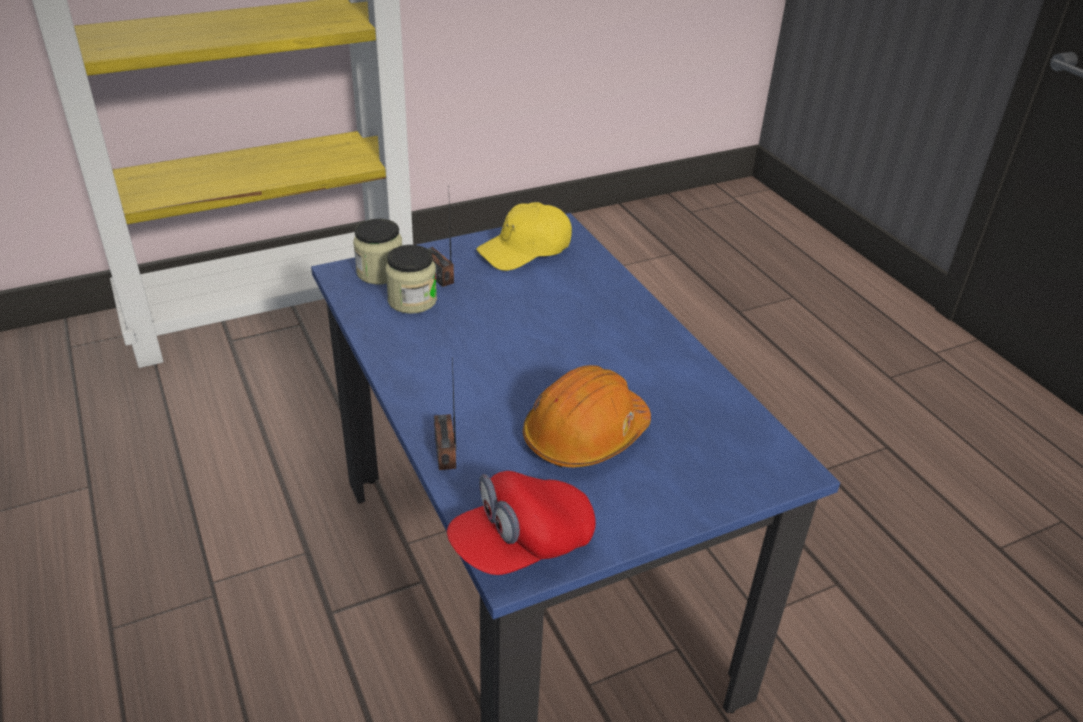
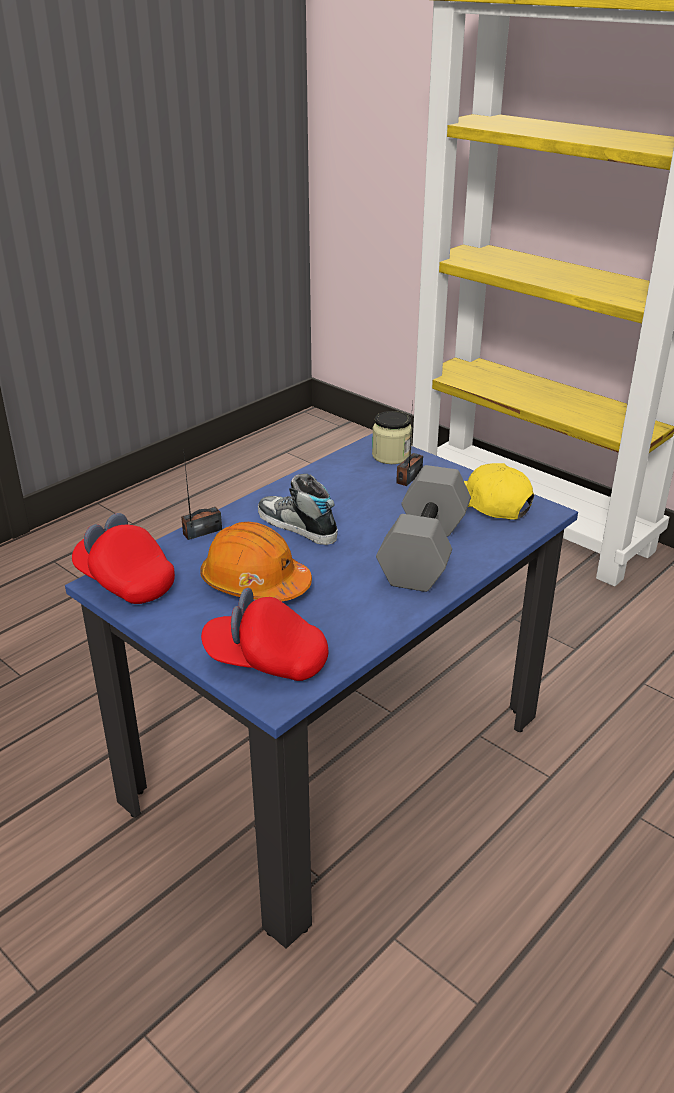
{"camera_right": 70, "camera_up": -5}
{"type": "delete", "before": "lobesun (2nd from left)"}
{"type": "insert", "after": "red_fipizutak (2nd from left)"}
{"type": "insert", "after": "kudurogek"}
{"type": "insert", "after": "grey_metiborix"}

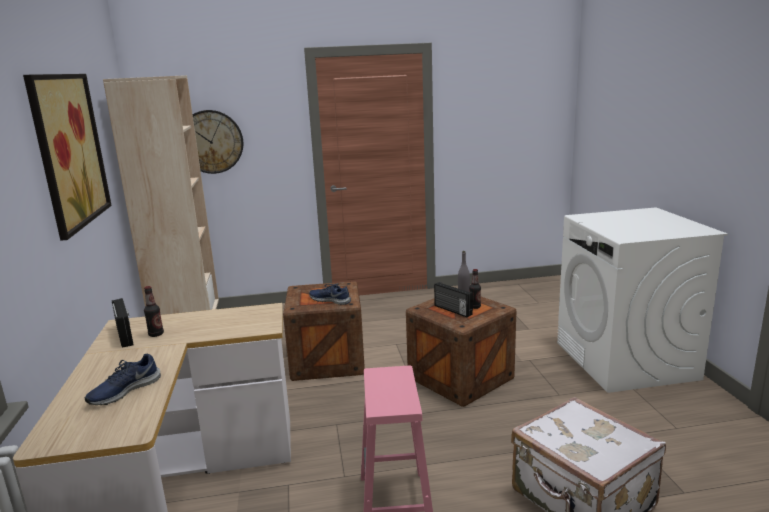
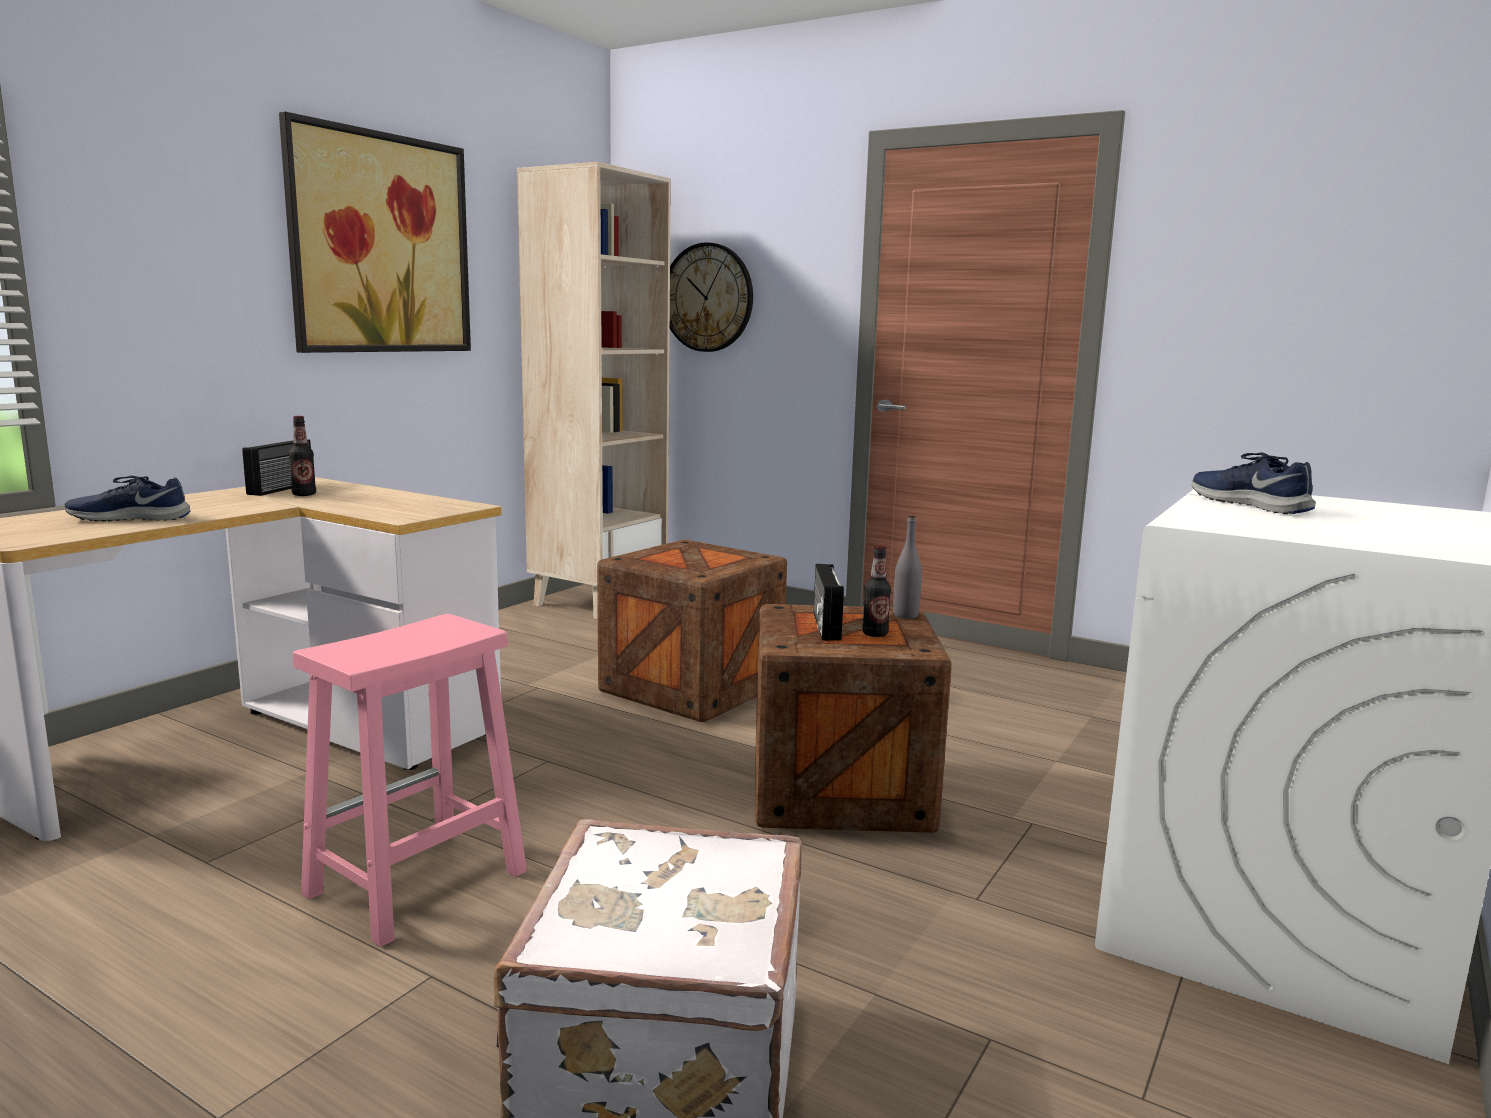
{"camera_right": 40, "camera_up": -5}
{"type": "move", "before": "blue_kudurogek (2nd from left)"}

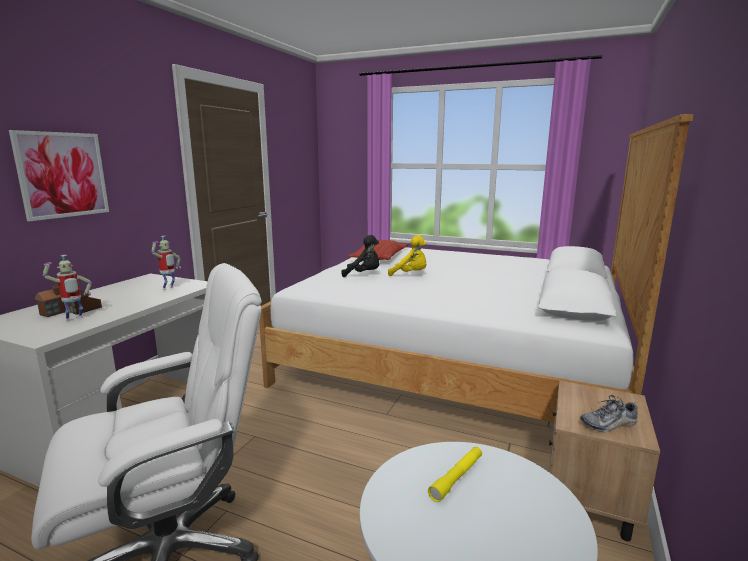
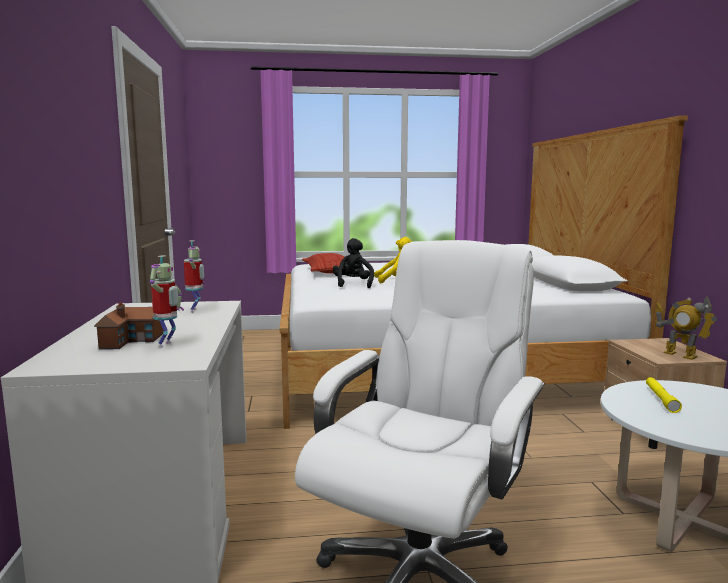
{"camera_right": -30, "camera_up": -5}
{"type": "delete", "before": "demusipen"}
{"type": "rotate", "before": "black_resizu", "turn": -75}
{"type": "replace", "before": "kudurogek", "after": "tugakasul (3rd from left)"}

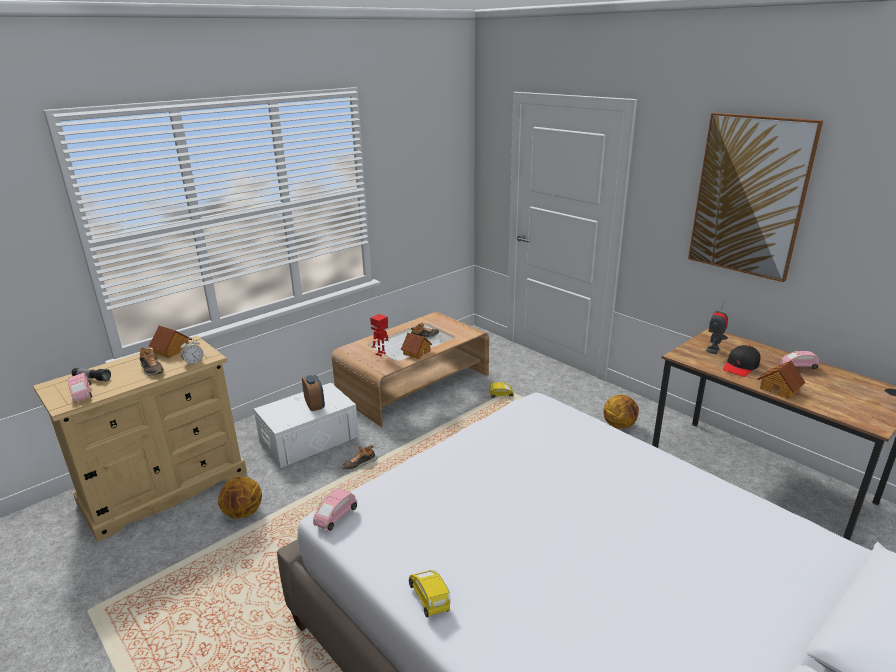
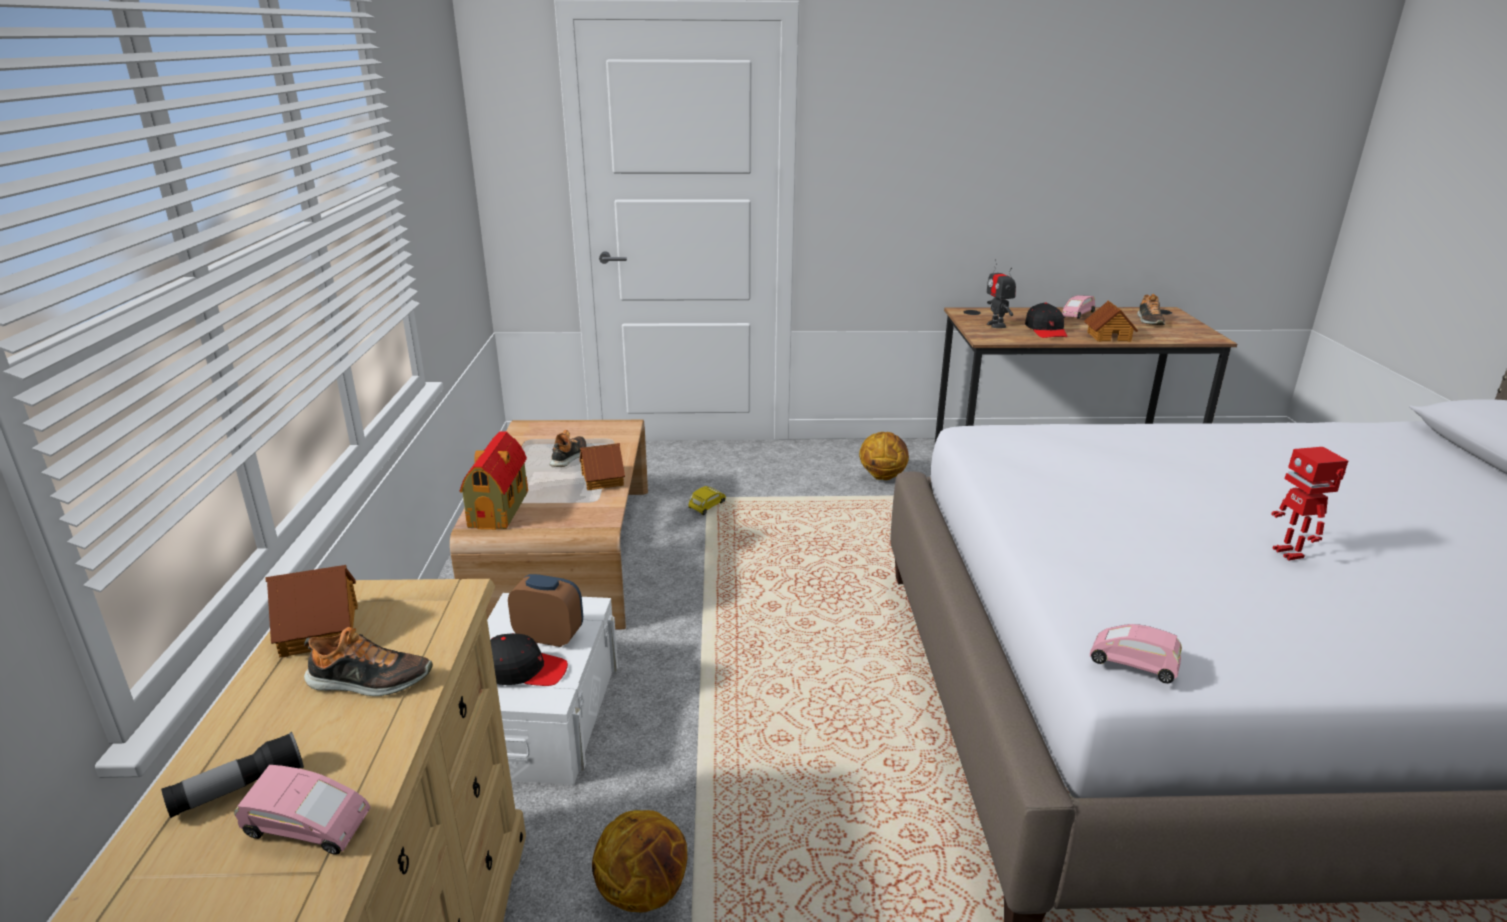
{"camera_right": -50, "camera_up": 0}
{"type": "delete", "before": "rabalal (1st from left)"}
{"type": "rotate", "before": "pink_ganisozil (2nd from left in the first image)", "turn": 135}
{"type": "move", "before": "kudurogek (2nd from left in the first image)", "after": "kudurogek (3rd from left)"}
{"type": "move", "before": "tugakasul (1st from left in the first image)", "after": "tugakasul (2nd from left)"}
{"type": "delete", "before": "yellow_ganisozil (1st from left)"}
{"type": "delete", "before": "demusipen"}
{"type": "insert", "after": "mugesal (2nd from left)"}
{"type": "insert", "after": "black_fipizutak (1st from left)"}

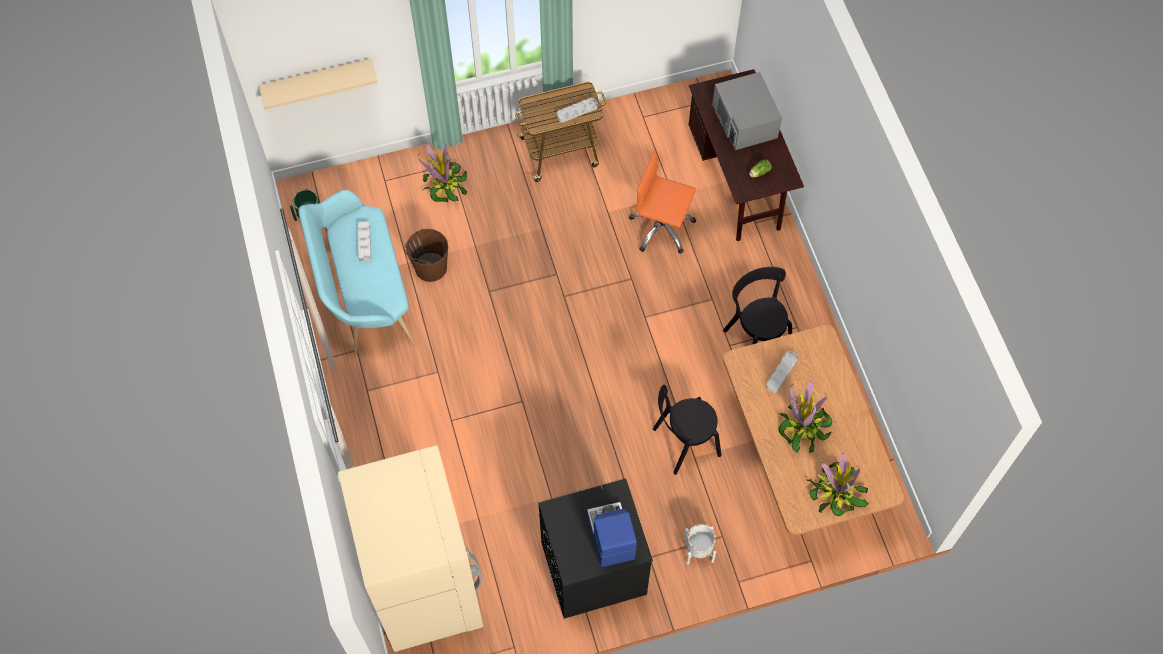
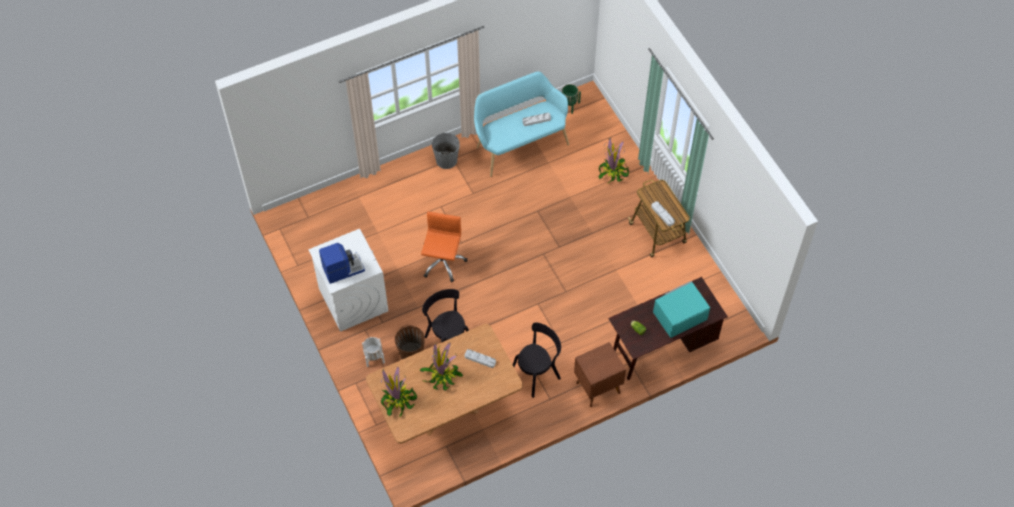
{"camera_right": 80, "camera_up": -5}
{"type": "delete", "before": "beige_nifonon"}
{"type": "delete", "before": "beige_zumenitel"}
{"type": "move", "before": "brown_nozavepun"}
{"type": "recolor", "before": "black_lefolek", "after": "white_lefolek"}
{"type": "move", "before": "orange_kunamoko"}
{"type": "recolor", "before": "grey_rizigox", "after": "turquoise_rizigox"}
{"type": "insert", "after": "grey_nozavepun"}
{"type": "insert", "after": "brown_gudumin"}

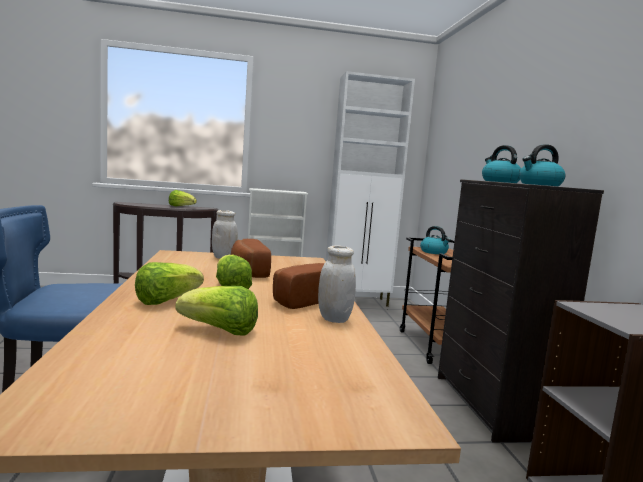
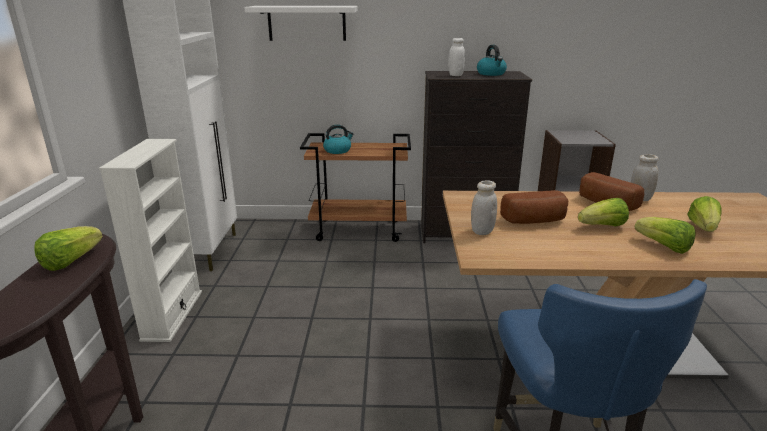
{"camera_right": -80, "camera_up": 15}
{"type": "replace", "before": "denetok (2nd from left)", "after": "white_lobesun (1st from left)"}
{"type": "insert", "after": "white_nifonon"}

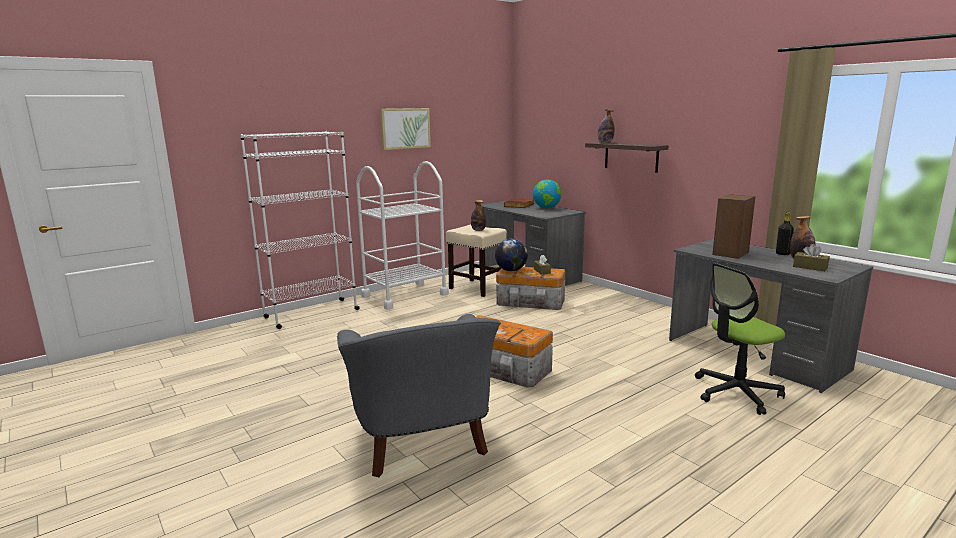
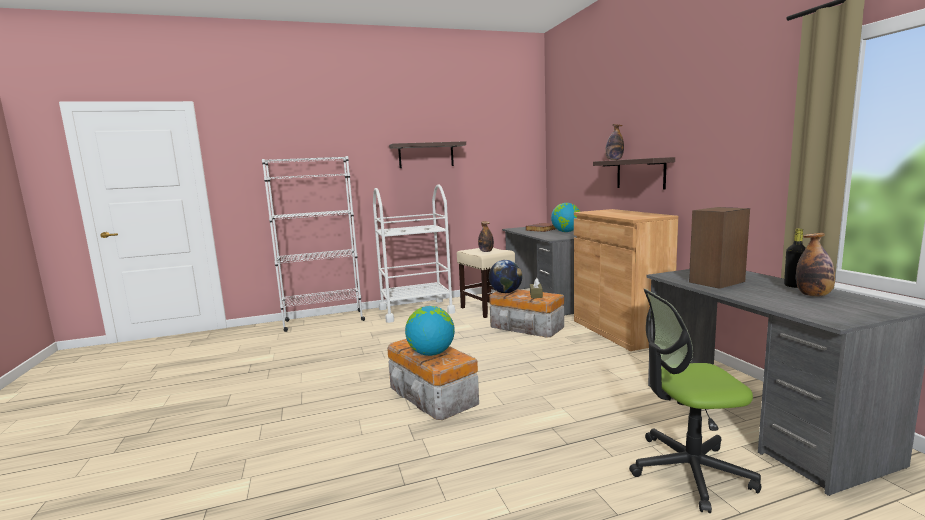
{"camera_right": 20, "camera_up": -5}
{"type": "delete", "before": "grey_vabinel"}
{"type": "replace", "before": "demusipen", "after": "nifonon (1st from left)"}
{"type": "delete", "before": "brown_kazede (2nd from left)"}
{"type": "insert", "after": "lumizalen (1st from left)"}
{"type": "insert", "after": "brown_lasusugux"}

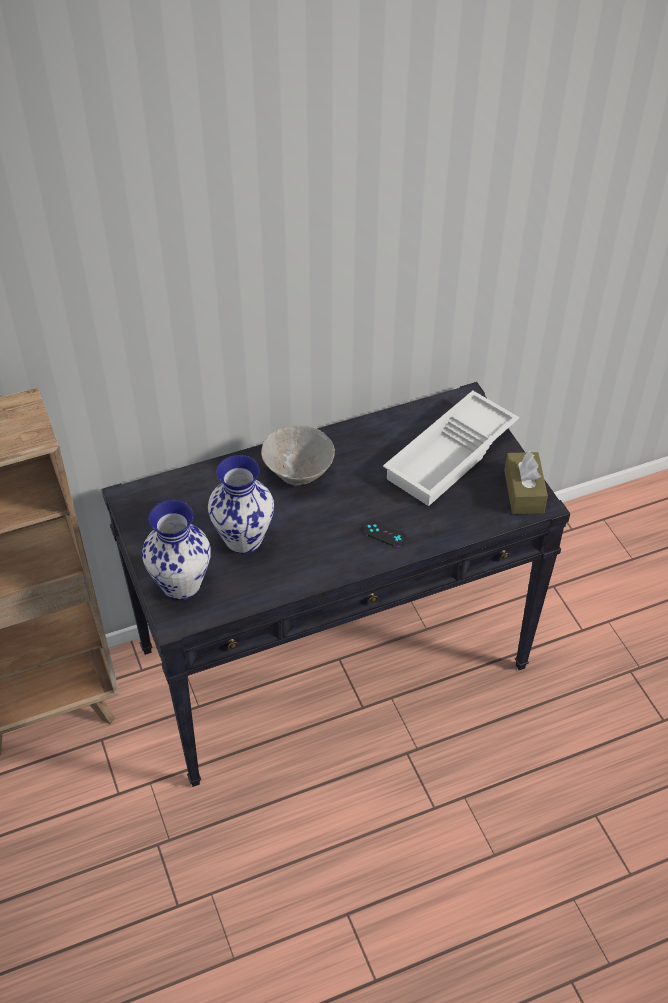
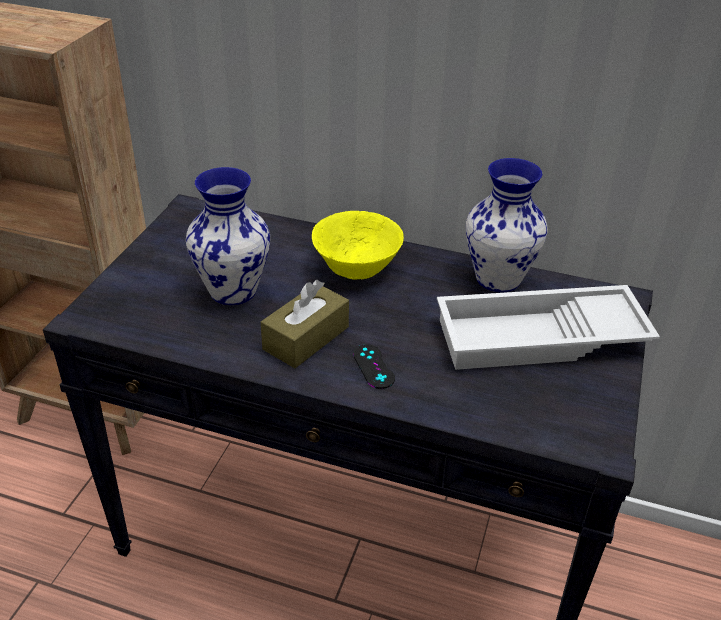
{"camera_right": 40, "camera_up": -10}
{"type": "move", "before": "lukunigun (1st from left in the first image)", "after": "lukunigun (2nd from left)"}
{"type": "recolor", "before": "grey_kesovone", "after": "yellow_kesovone"}
{"type": "move", "before": "brown_kazede"}

